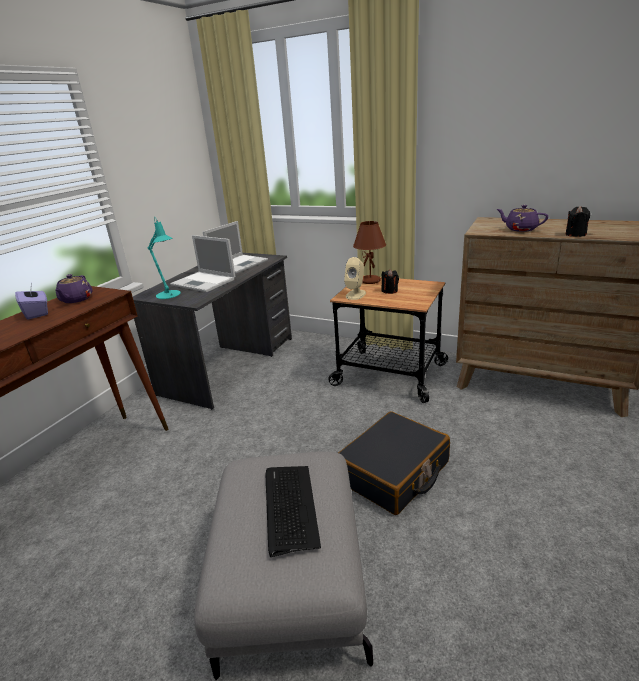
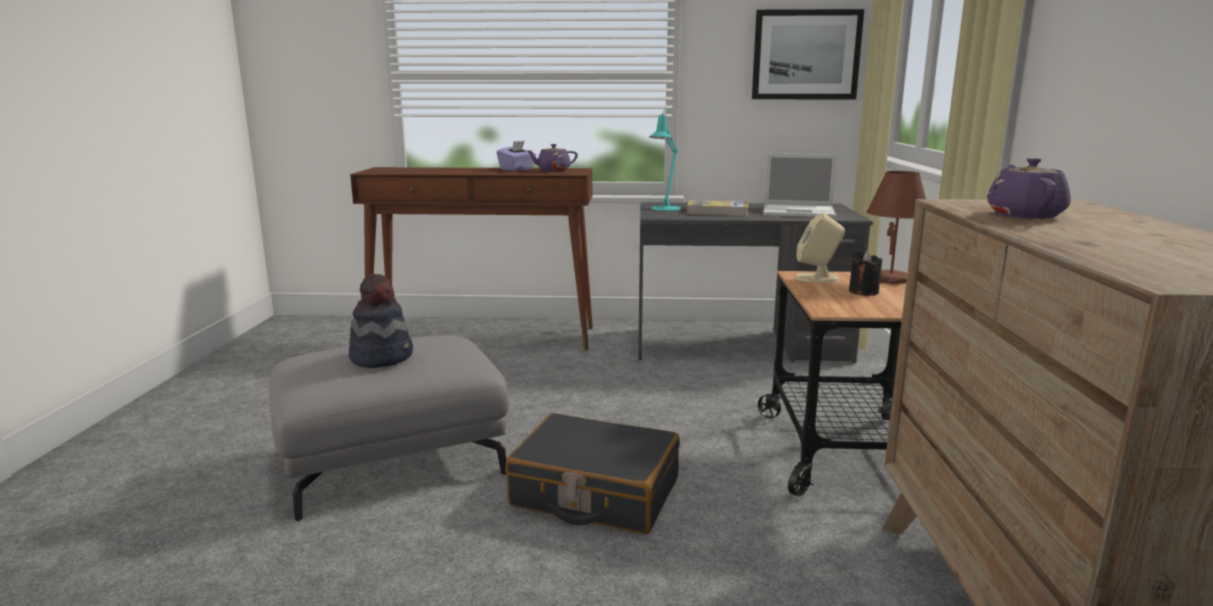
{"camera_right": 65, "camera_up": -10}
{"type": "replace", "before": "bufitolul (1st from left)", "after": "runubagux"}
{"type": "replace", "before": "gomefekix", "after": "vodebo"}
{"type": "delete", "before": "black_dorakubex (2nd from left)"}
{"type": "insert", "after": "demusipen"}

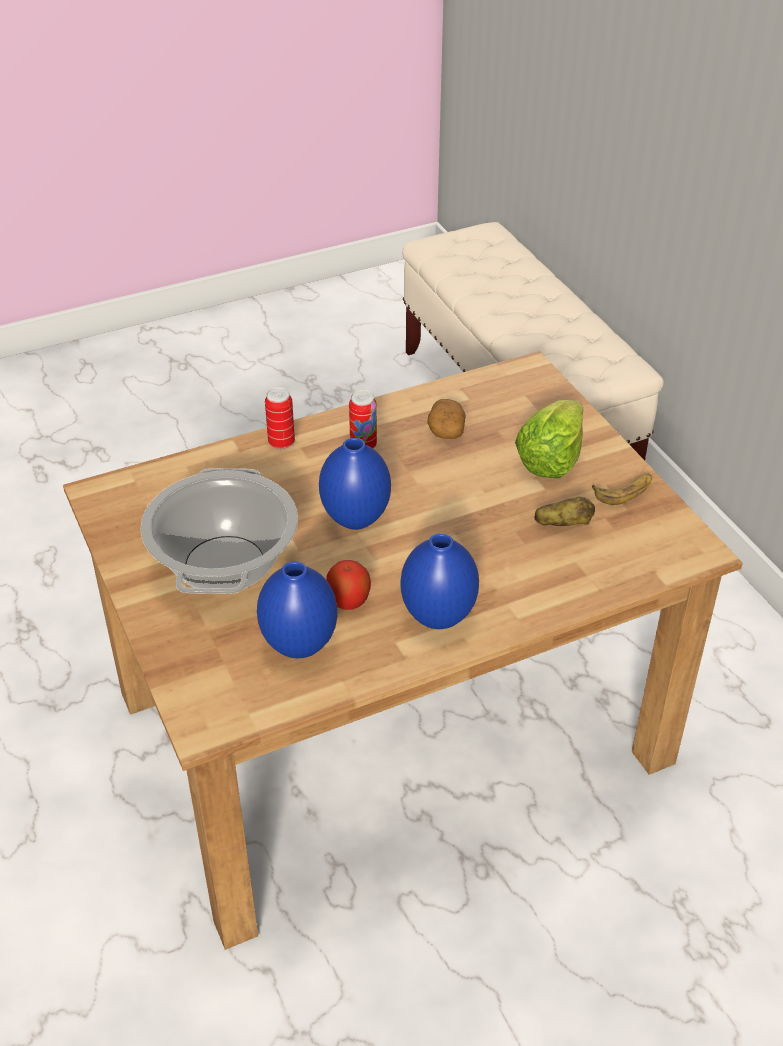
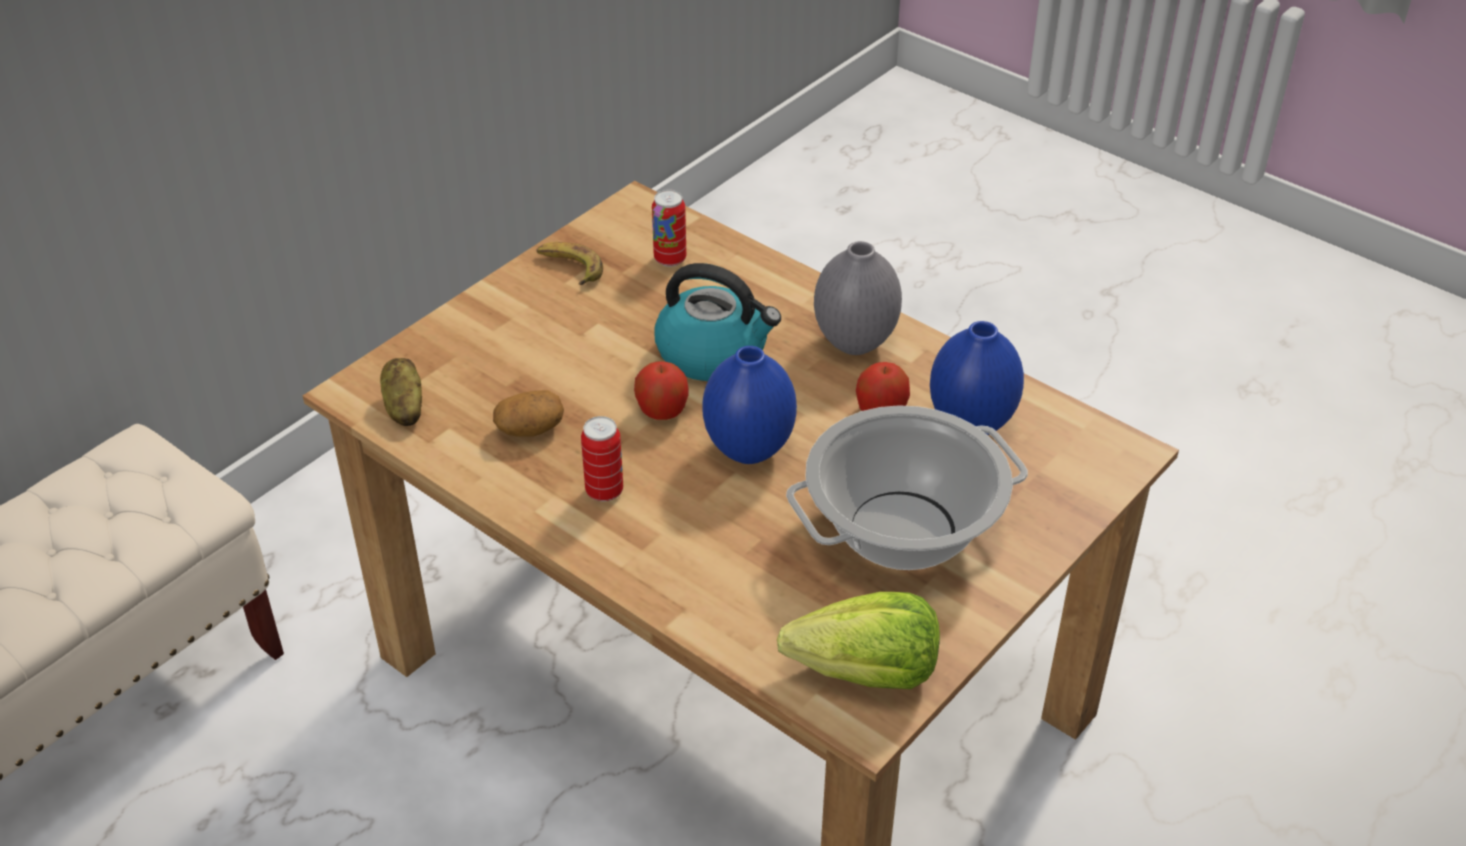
{"camera_right": -115, "camera_up": 0}
{"type": "move", "before": "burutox (1st from left in the first image)", "after": "burutox (2nd from left)"}
{"type": "recolor", "before": "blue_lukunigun (3rd from left)", "after": "grey_lukunigun"}
{"type": "move", "before": "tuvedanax"}
{"type": "move", "before": "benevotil (2nd from left in the first image)", "after": "benevotil (1st from left)"}
{"type": "insert", "after": "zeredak (1st from left)"}
{"type": "insert", "after": "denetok"}

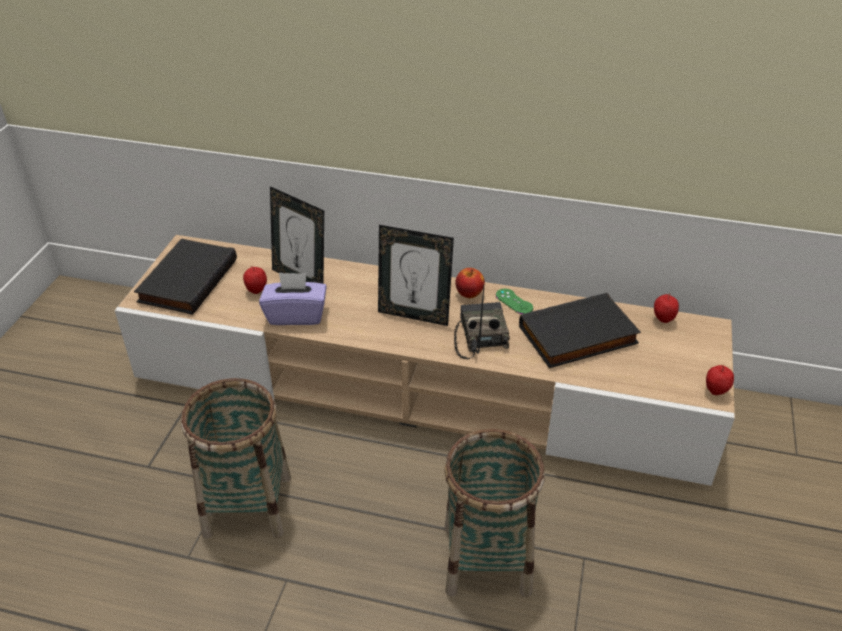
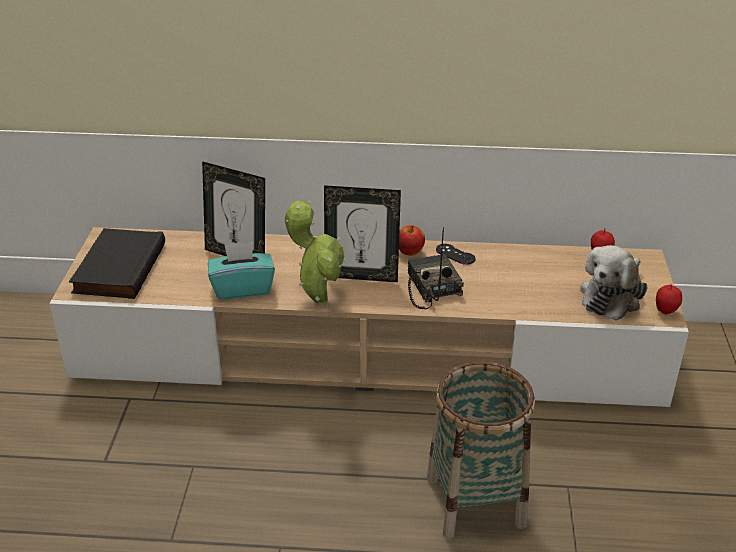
{"camera_right": -10, "camera_up": -5}
{"type": "delete", "before": "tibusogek (1st from left)"}
{"type": "delete", "before": "zeredak (1st from left)"}
{"type": "recolor", "before": "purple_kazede", "after": "turquoise_kazede"}
{"type": "recolor", "before": "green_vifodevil", "after": "black_vifodevil"}
{"type": "delete", "before": "black_runubagux (2nd from left)"}
{"type": "insert", "after": "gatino"}
{"type": "insert", "after": "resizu"}

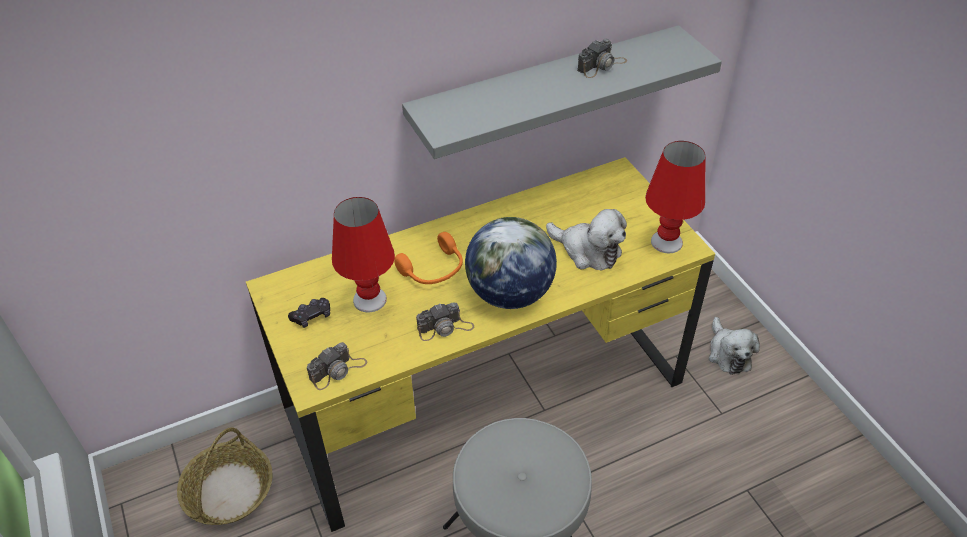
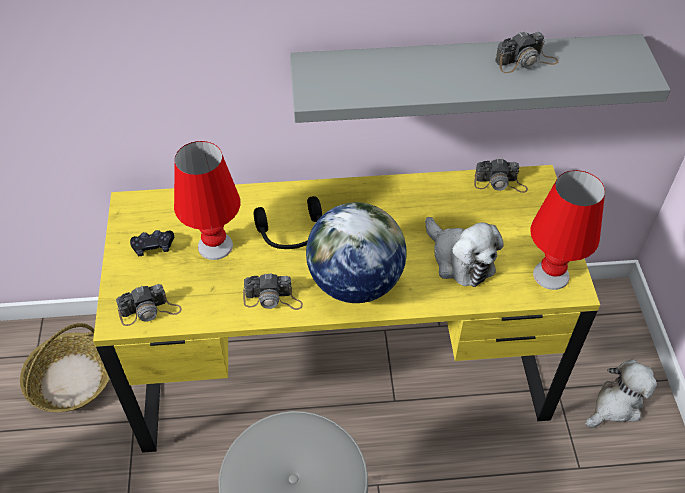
{"camera_right": 20, "camera_up": 5}
{"type": "recolor", "before": "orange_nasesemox", "after": "black_nasesemox"}
{"type": "rotate", "before": "resizu (2nd from left)", "turn": -135}
{"type": "insert", "after": "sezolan (3rd from left)"}

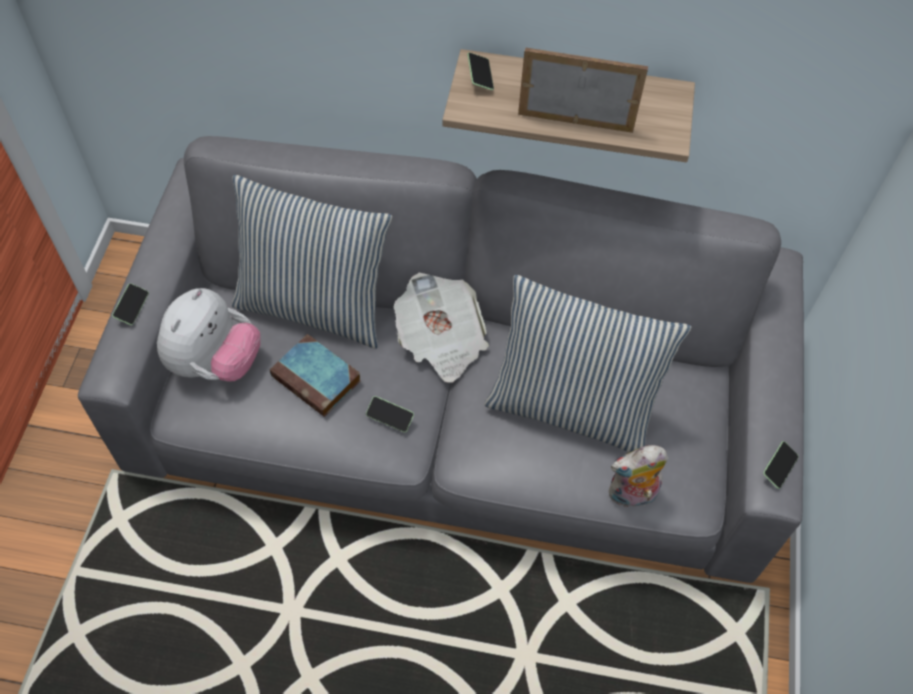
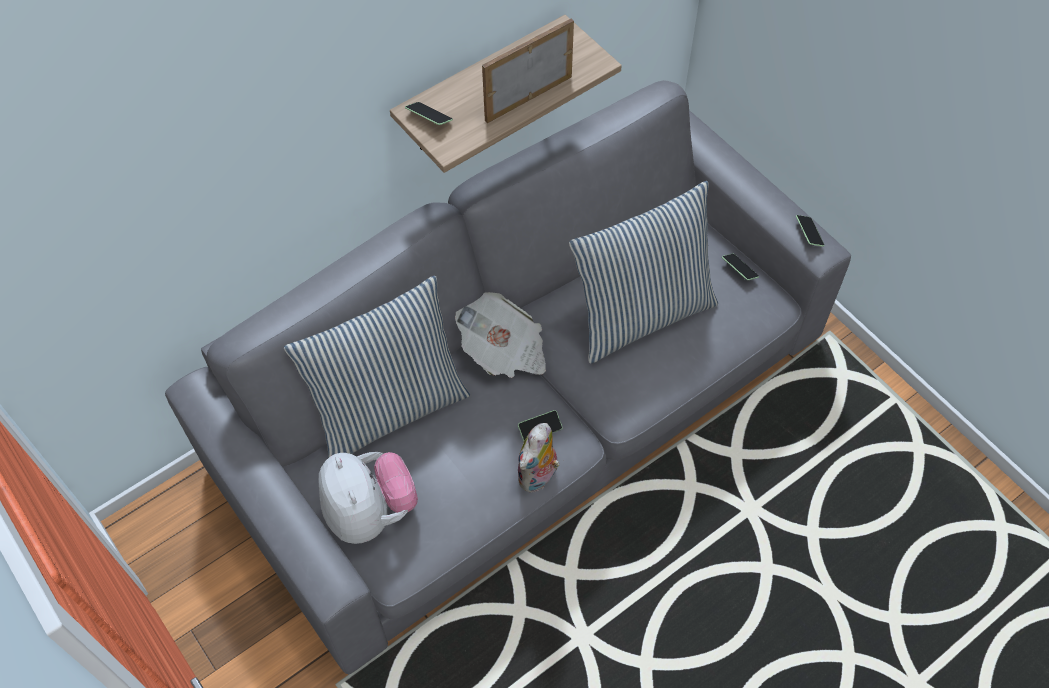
{"camera_right": -45, "camera_up": 0}
{"type": "move", "before": "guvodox (1st from left in the first image)", "after": "guvodox (3rd from left)"}
{"type": "delete", "before": "runubagux"}
{"type": "move", "before": "resizu (2nd from left)"}

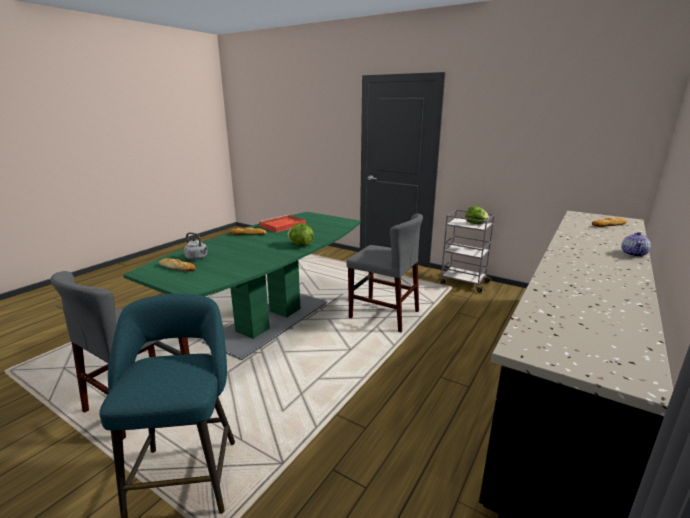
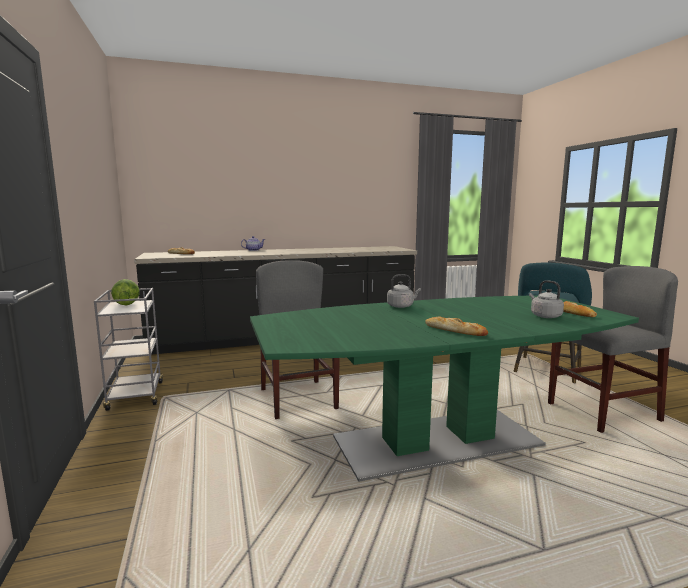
{"camera_right": -140, "camera_up": -10}
{"type": "delete", "before": "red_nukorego"}
{"type": "replace", "before": "tuvedanax (1st from left)", "after": "grey_denetok (1st from left)"}

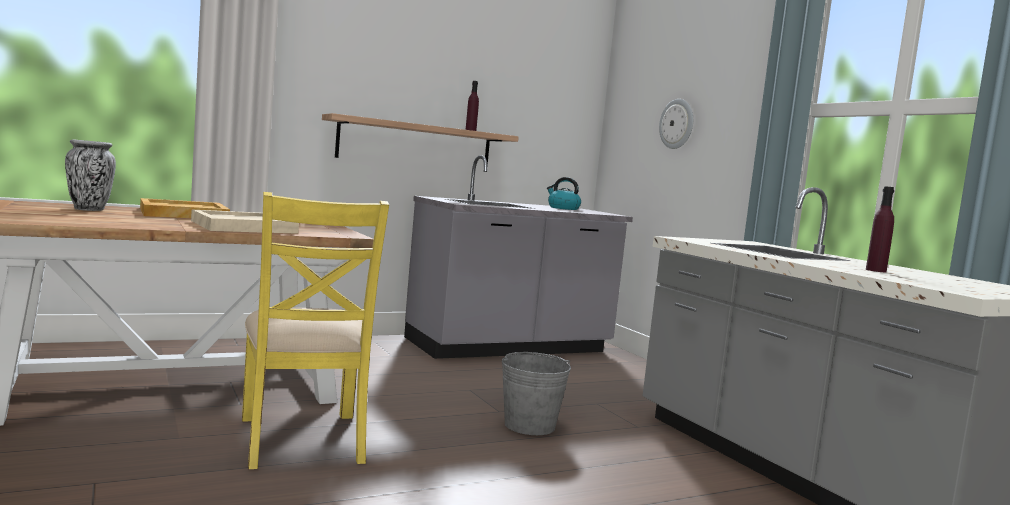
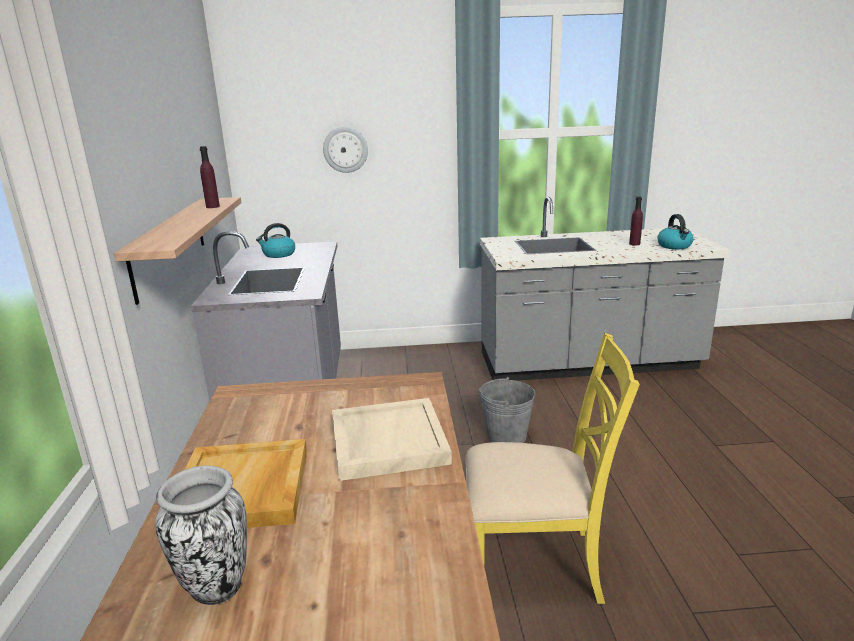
{"camera_right": -65, "camera_up": 15}
{"type": "insert", "after": "denetok (2nd from left)"}

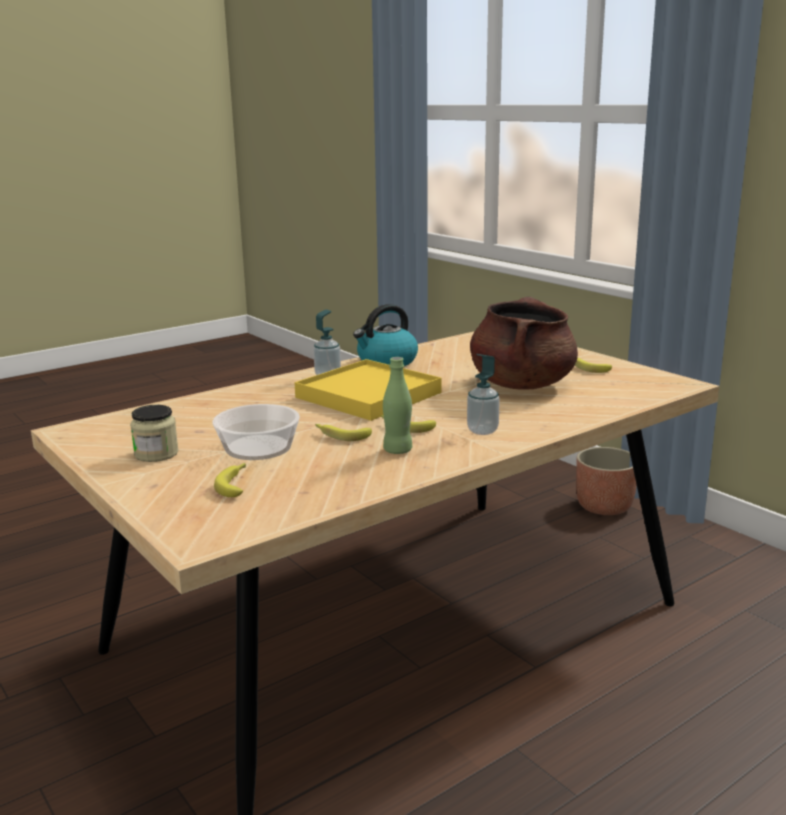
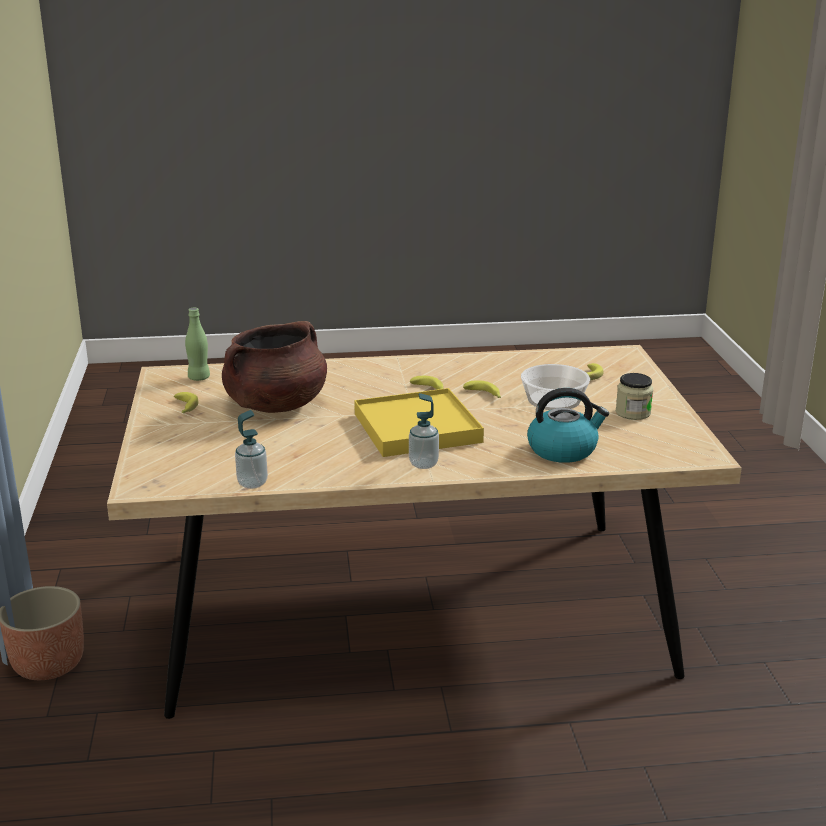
{"camera_right": -150, "camera_up": 5}
{"type": "move", "before": "denetok"}
{"type": "move", "before": "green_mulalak"}
{"type": "move", "before": "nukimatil (2nd from left in the first image)", "after": "nukimatil (1st from left)"}

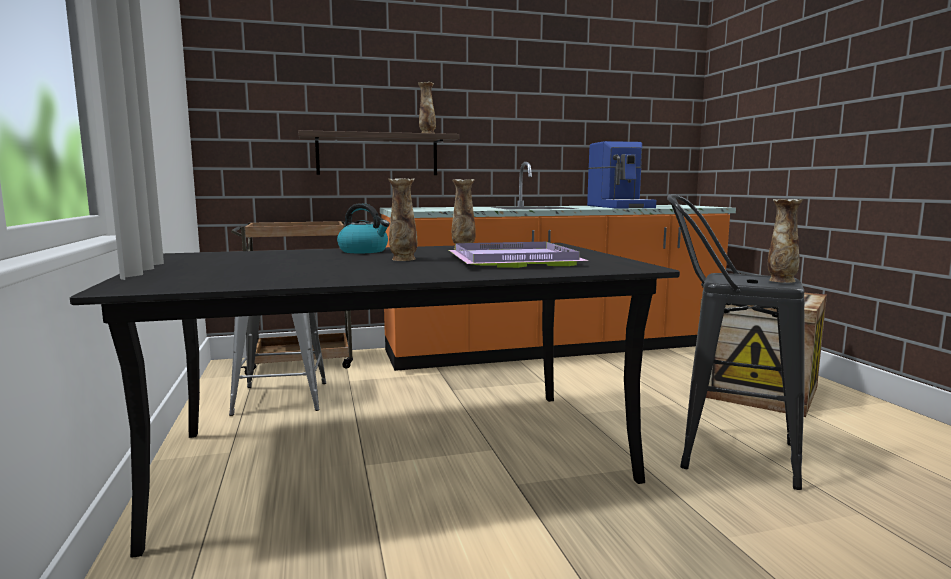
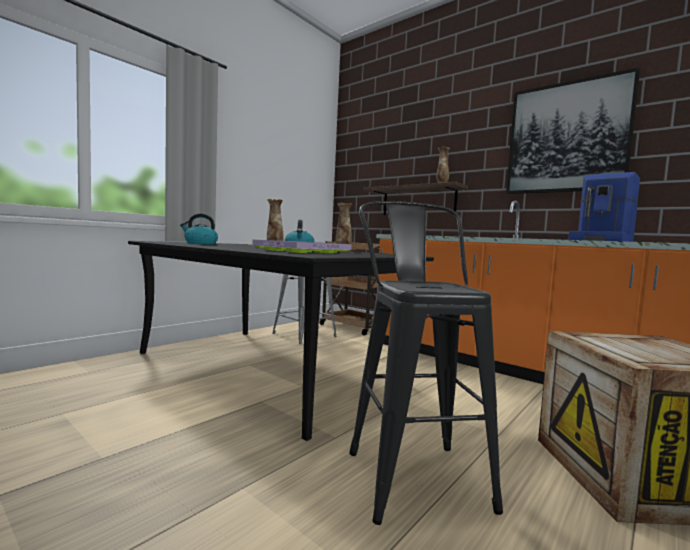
{"camera_right": 55, "camera_up": -5}
{"type": "delete", "before": "lukunigun (4th from left)"}
{"type": "insert", "after": "denetok (1st from left)"}
{"type": "insert", "after": "demusipen"}

